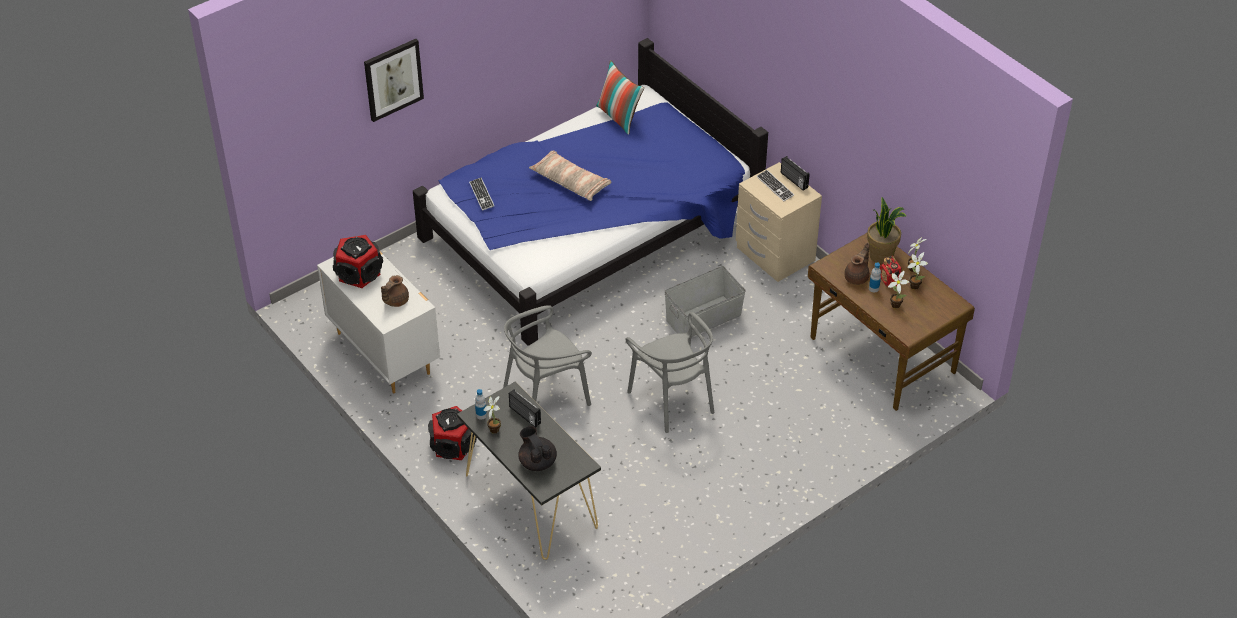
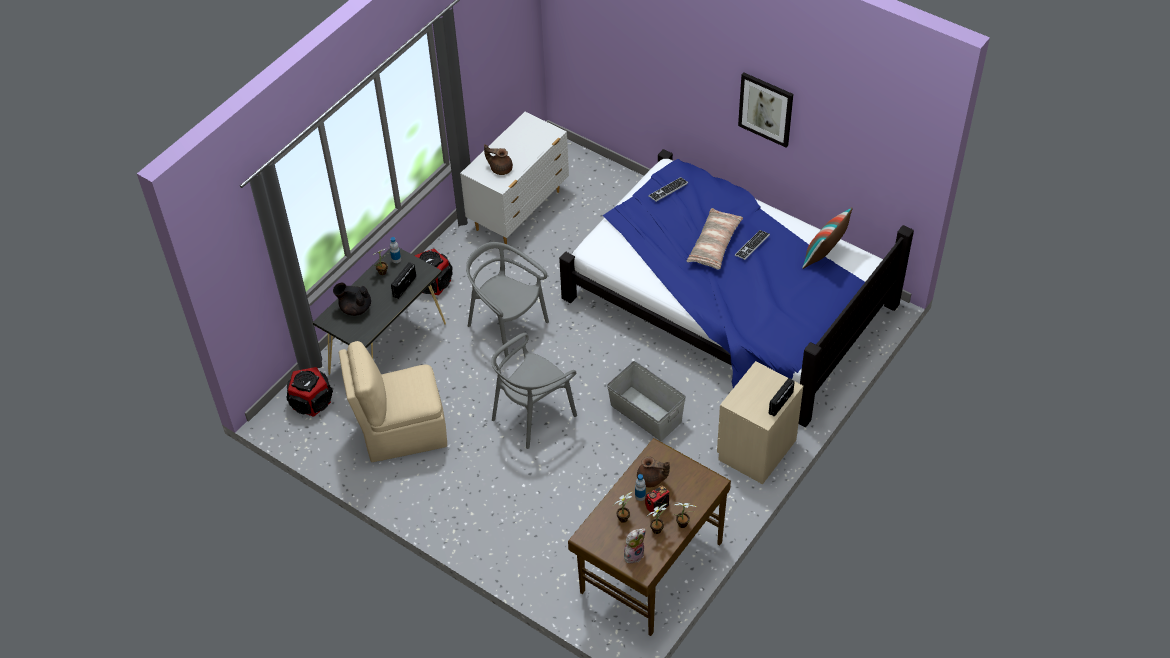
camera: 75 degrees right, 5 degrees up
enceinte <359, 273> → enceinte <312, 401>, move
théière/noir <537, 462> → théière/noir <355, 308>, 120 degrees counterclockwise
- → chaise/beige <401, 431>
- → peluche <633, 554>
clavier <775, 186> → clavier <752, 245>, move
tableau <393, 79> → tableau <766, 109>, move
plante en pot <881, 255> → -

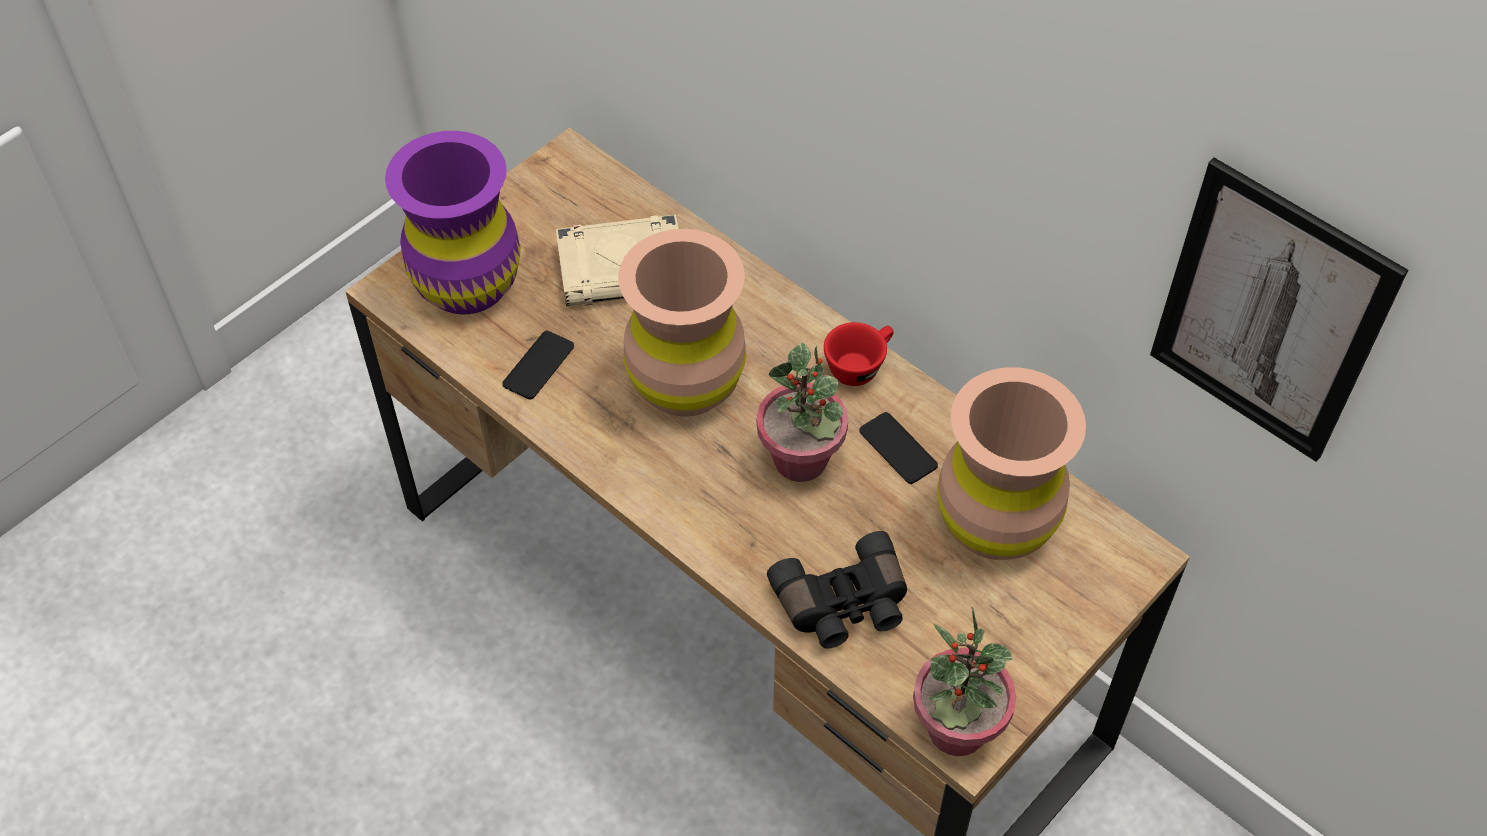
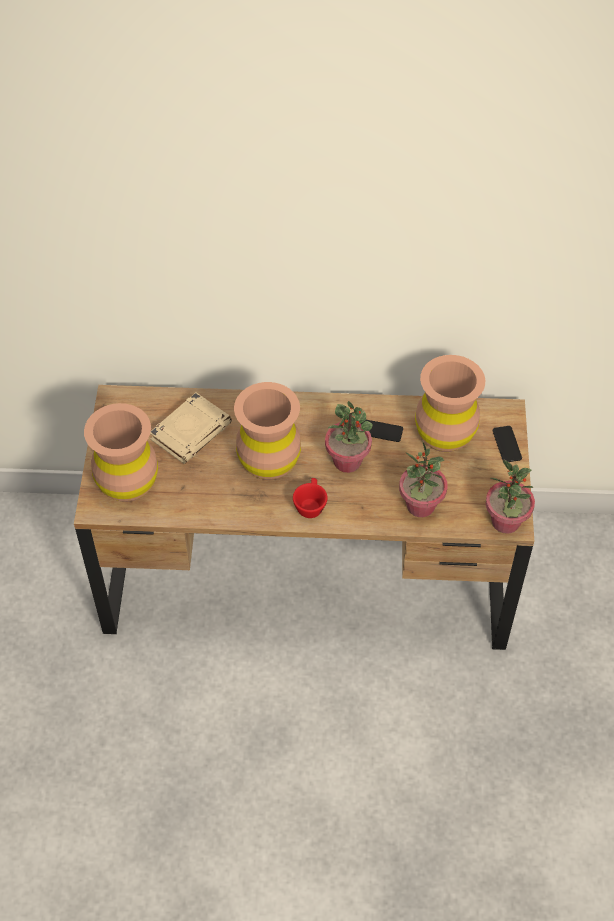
camera: 40 degrees left, 0 degrees up
vase/violet <467, 283> → vase/marron <127, 483>
tasse/rouge <859, 365> → tasse/rouge <310, 505>, move
jumelles/noir <843, 605> → plante en pot <420, 506>
téléphone <538, 365> → téléphone <507, 444>, move
tableau <1269, 313> → -

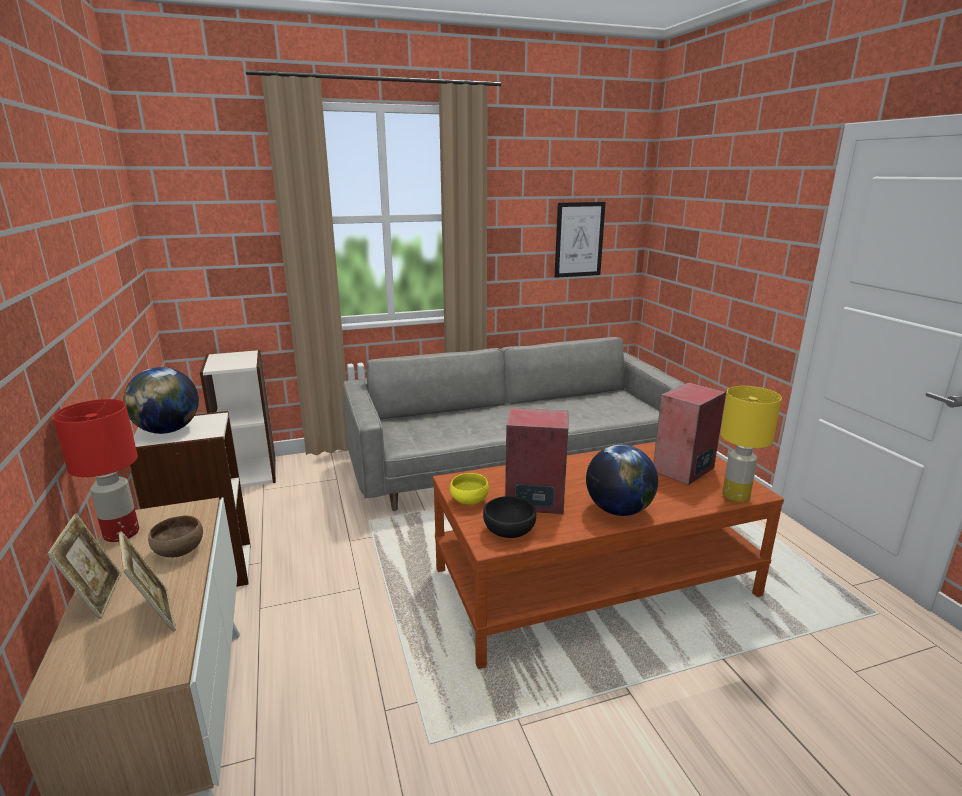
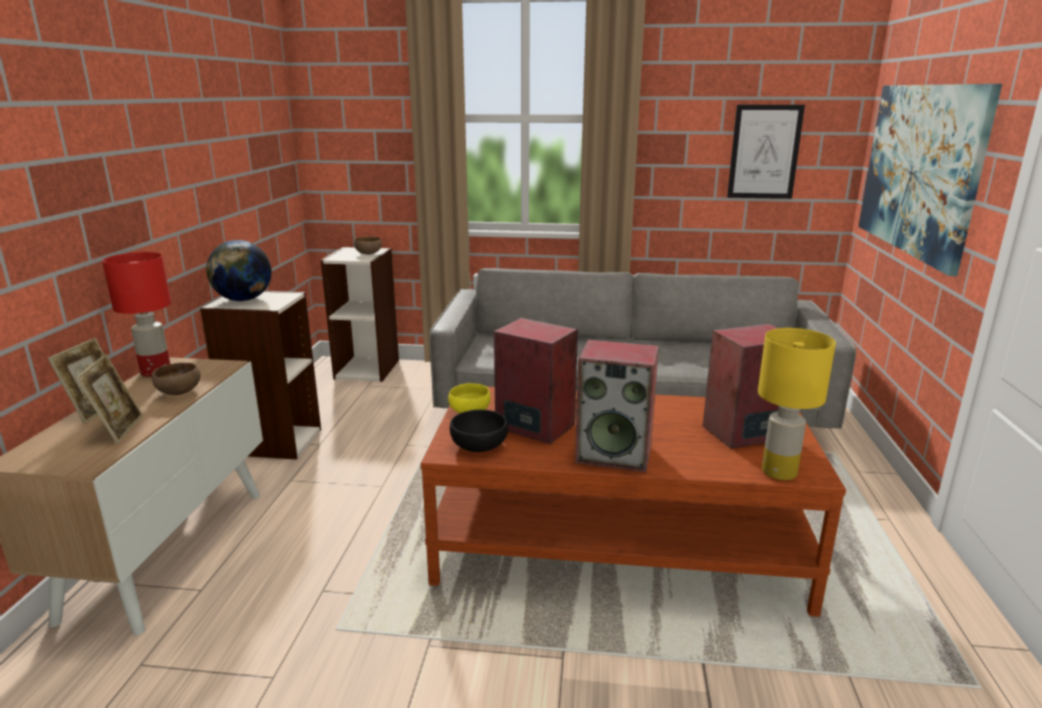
camera: 25 degrees right, 0 degrees up
- → bol/marron <369, 253>
globe <618, 510> → enceinte <615, 454>
- → tableau <919, 169>

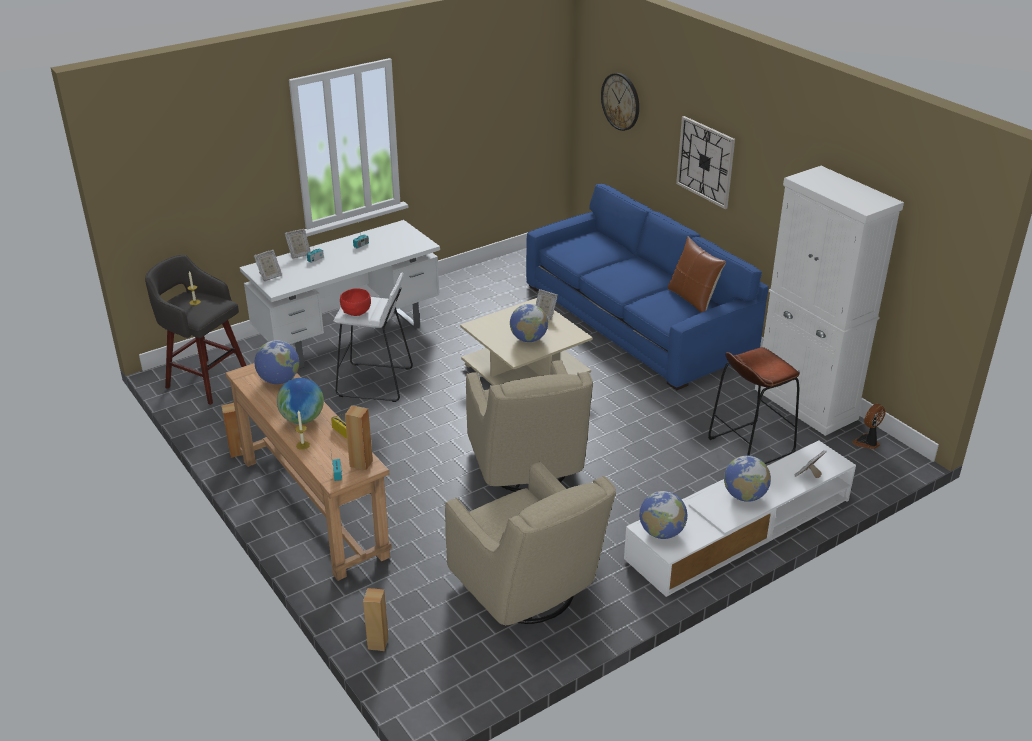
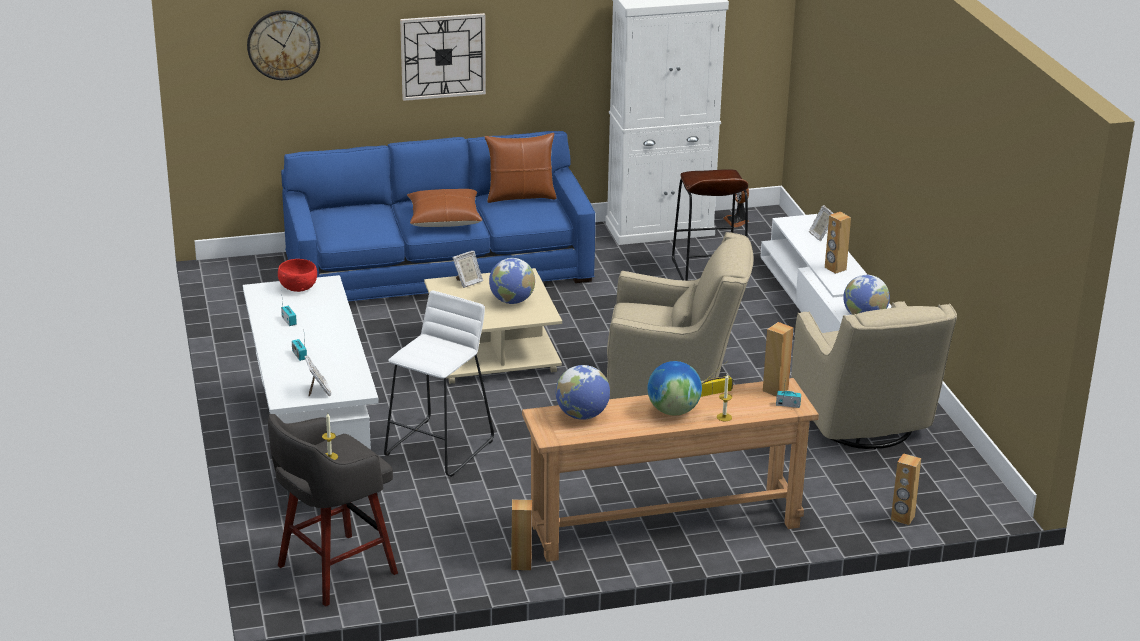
camera: 70 degrees left, 5 degrees down
bol/rouge <356, 311> → bol/rouge <297, 287>, move
- → coussin/marron <444, 218>
fauteuil/beige <529, 592> → fauteuil/beige <865, 426>, 90 degrees clockwise
globe <744, 496> → enceinte/marron <835, 268>
cadre photo <299, 254> → -

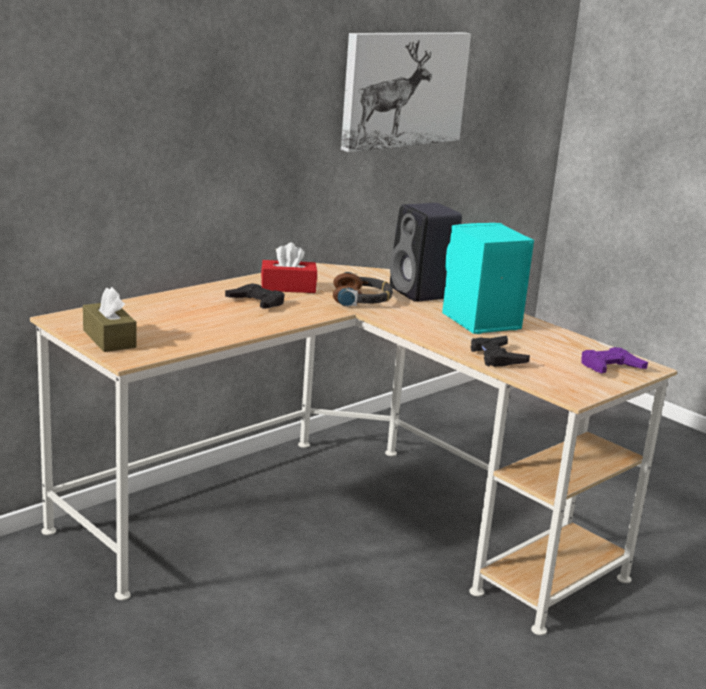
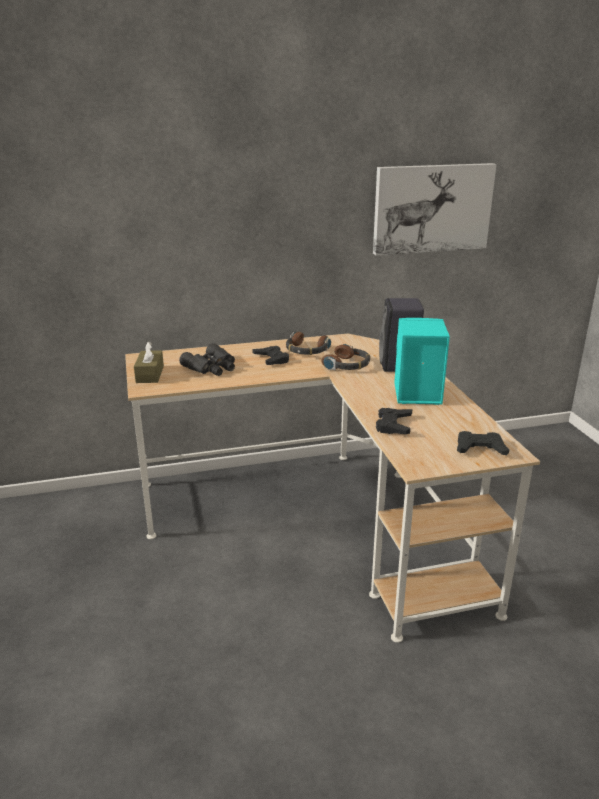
camera: 30 degrees right, 5 degrees up
- → jumelles/noir <212, 367>
boîte à mouchoirs/rouge <288, 287> → casque audio <306, 350>
manette/violet <610, 367> → manette/noir <480, 448>

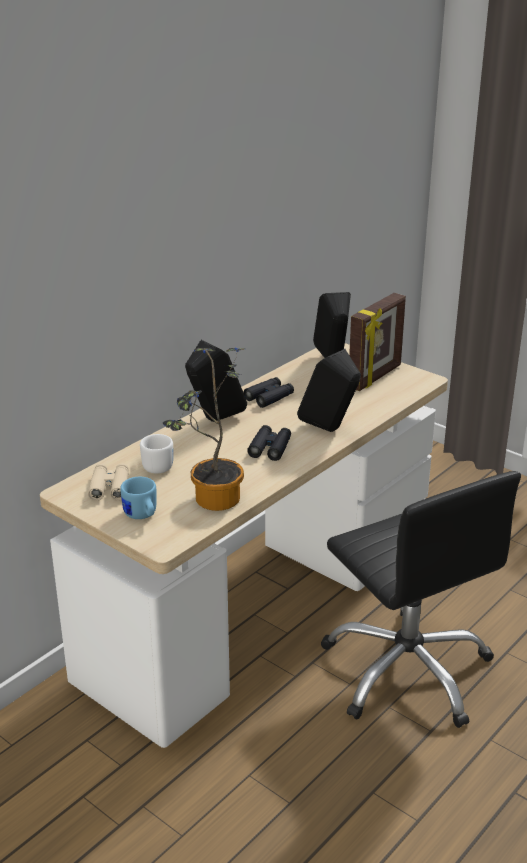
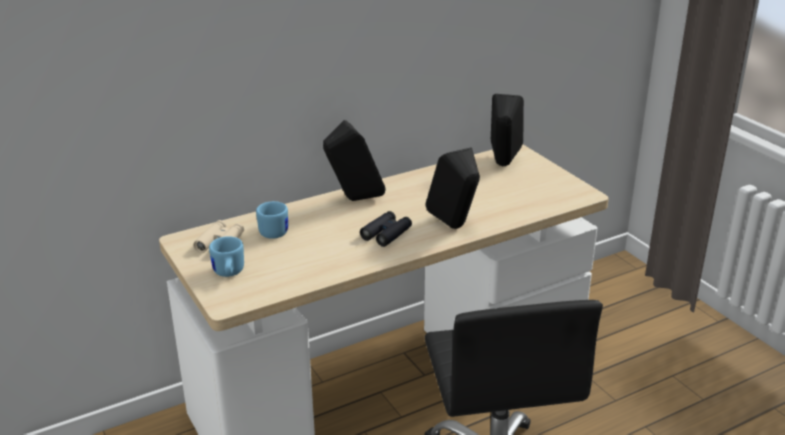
camera: 20 degrees right, 0 degrees up
mug/blanc <156, 465> → mug/bleu <274, 231>
plante en pot <211, 501> → -
jumelles/noir <269, 397> → -
cadre photo <376, 377> → -

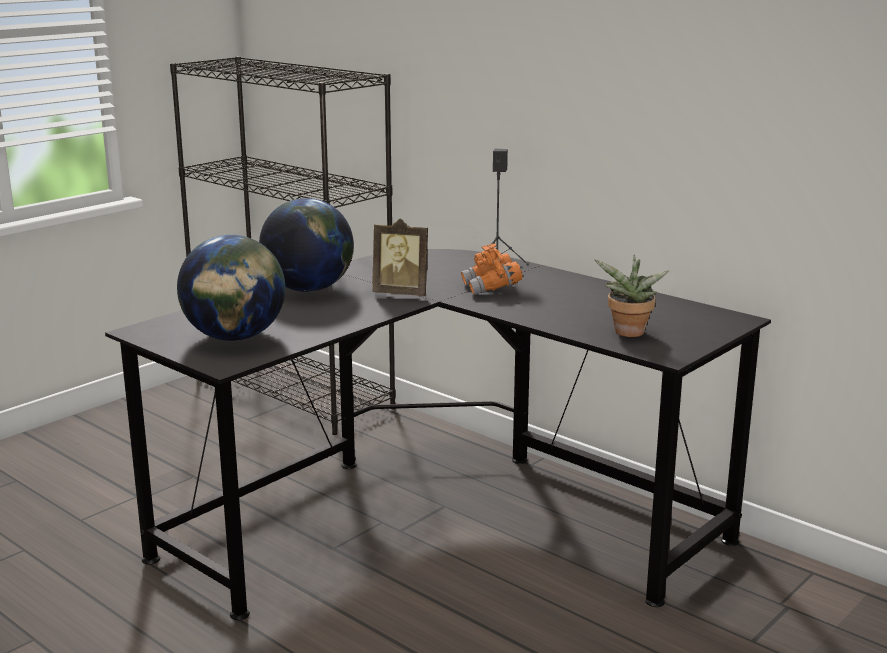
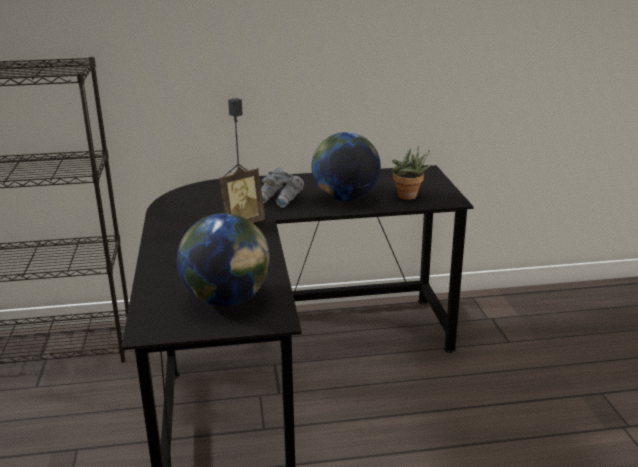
camera: 50 degrees left, 5 degrees up
jumelles/orange <491, 288> → jumelles/gris <280, 200>
globe <308, 289> → globe <345, 198>, move

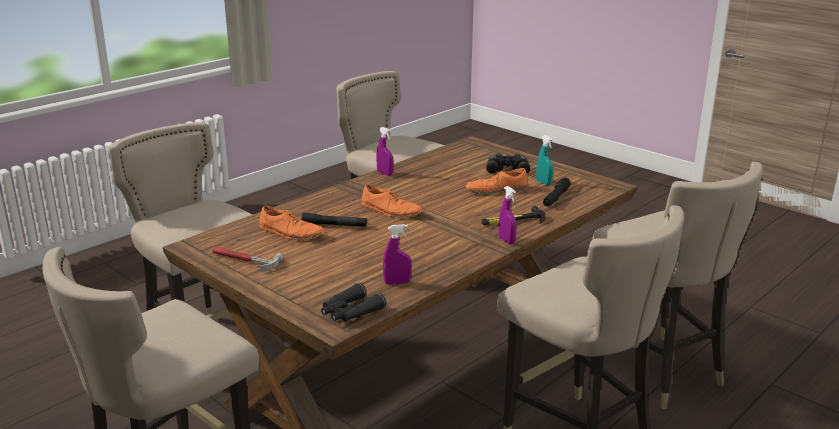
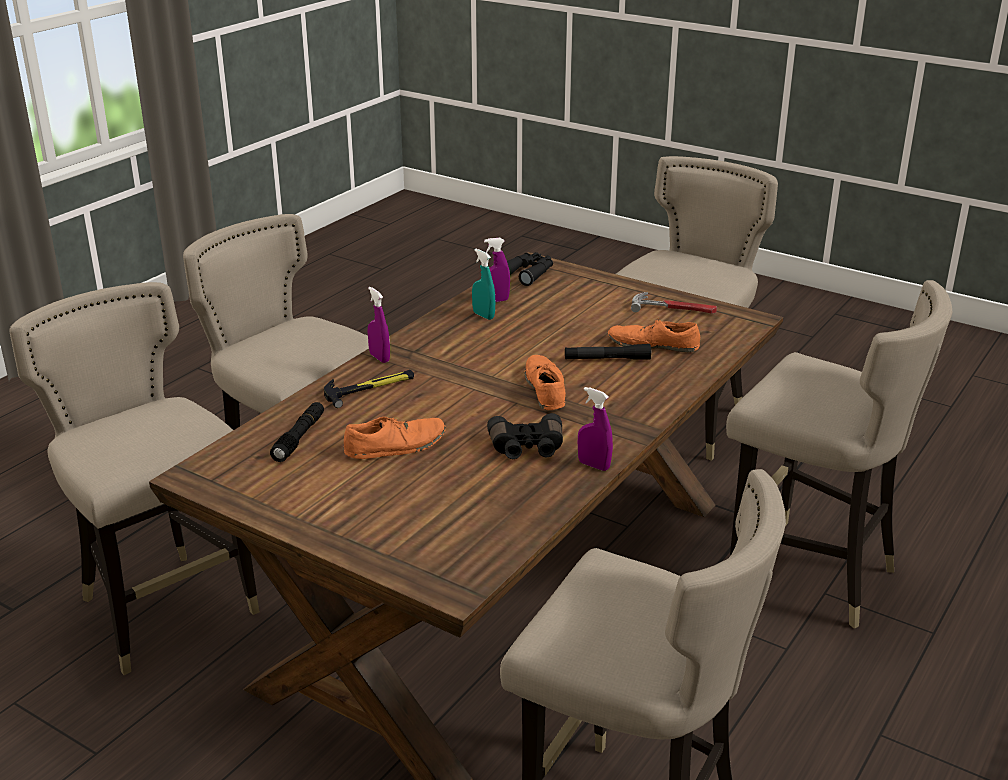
camera: 170 degrees right, 5 degrees up
vaporisateur/turquoise <543, 183> → vaporisateur/turquoise <483, 315>, move
jumelles/noir <507, 170> → jumelles/noir <526, 448>, move
chaussure/orange <391, 211> → chaussure/orange <545, 389>, 60 degrees clockwise

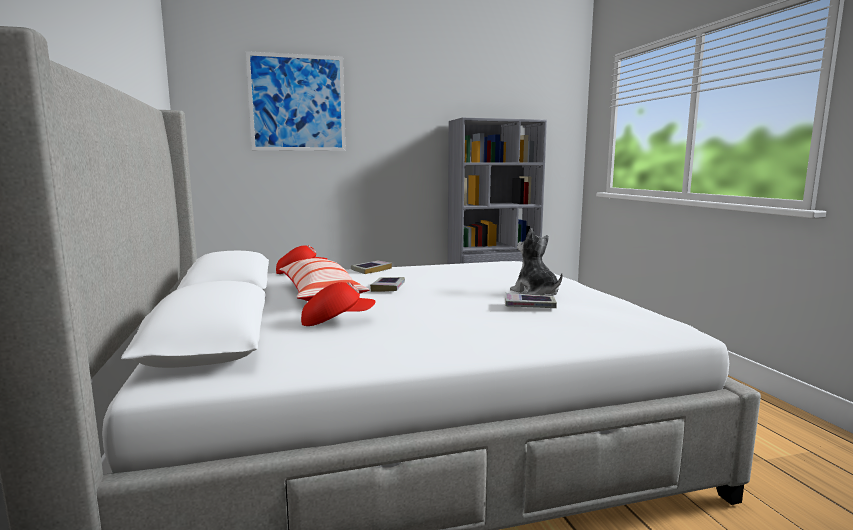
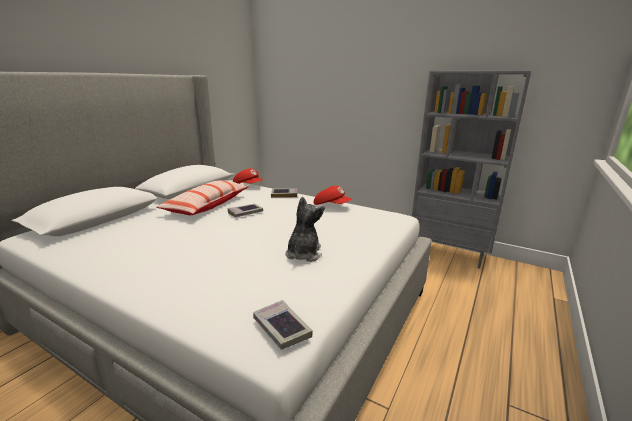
camera: 45 degrees right, 10 degrees up
livre <529, 306> → livre <281, 328>, move
casquette/rouge <337, 321> → casquette/rouge <331, 206>, move
tableau <297, 103> → -

